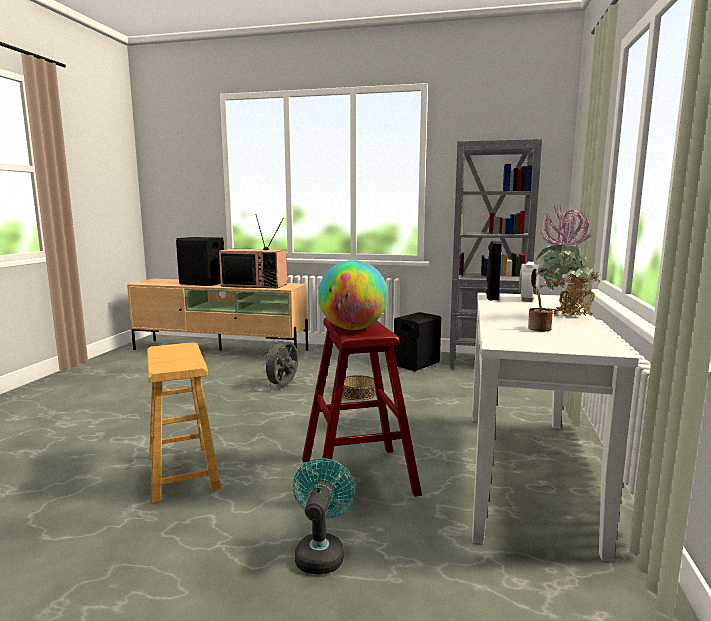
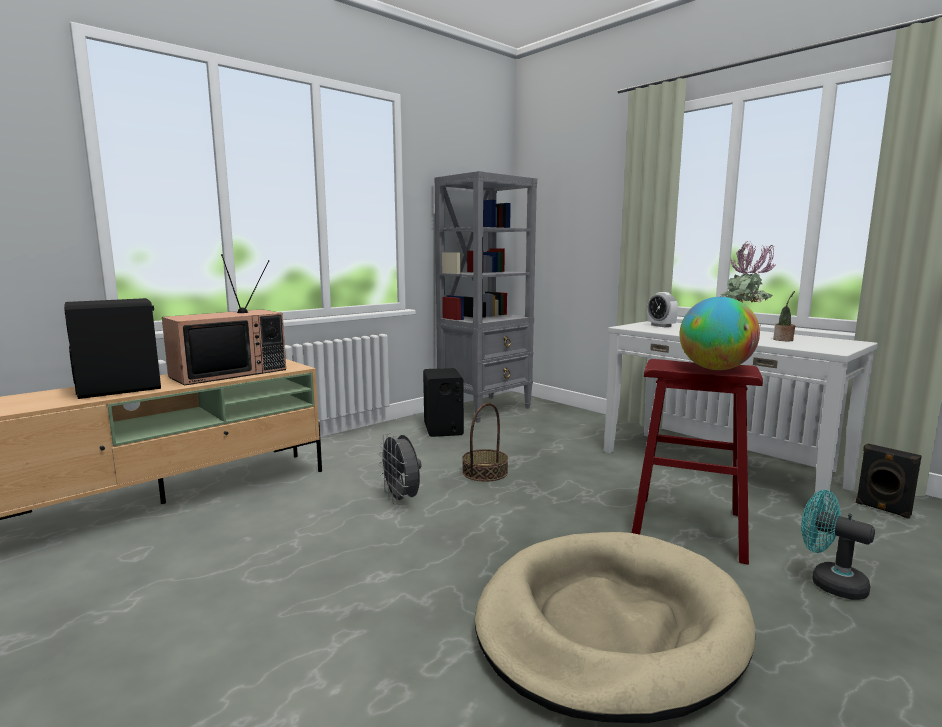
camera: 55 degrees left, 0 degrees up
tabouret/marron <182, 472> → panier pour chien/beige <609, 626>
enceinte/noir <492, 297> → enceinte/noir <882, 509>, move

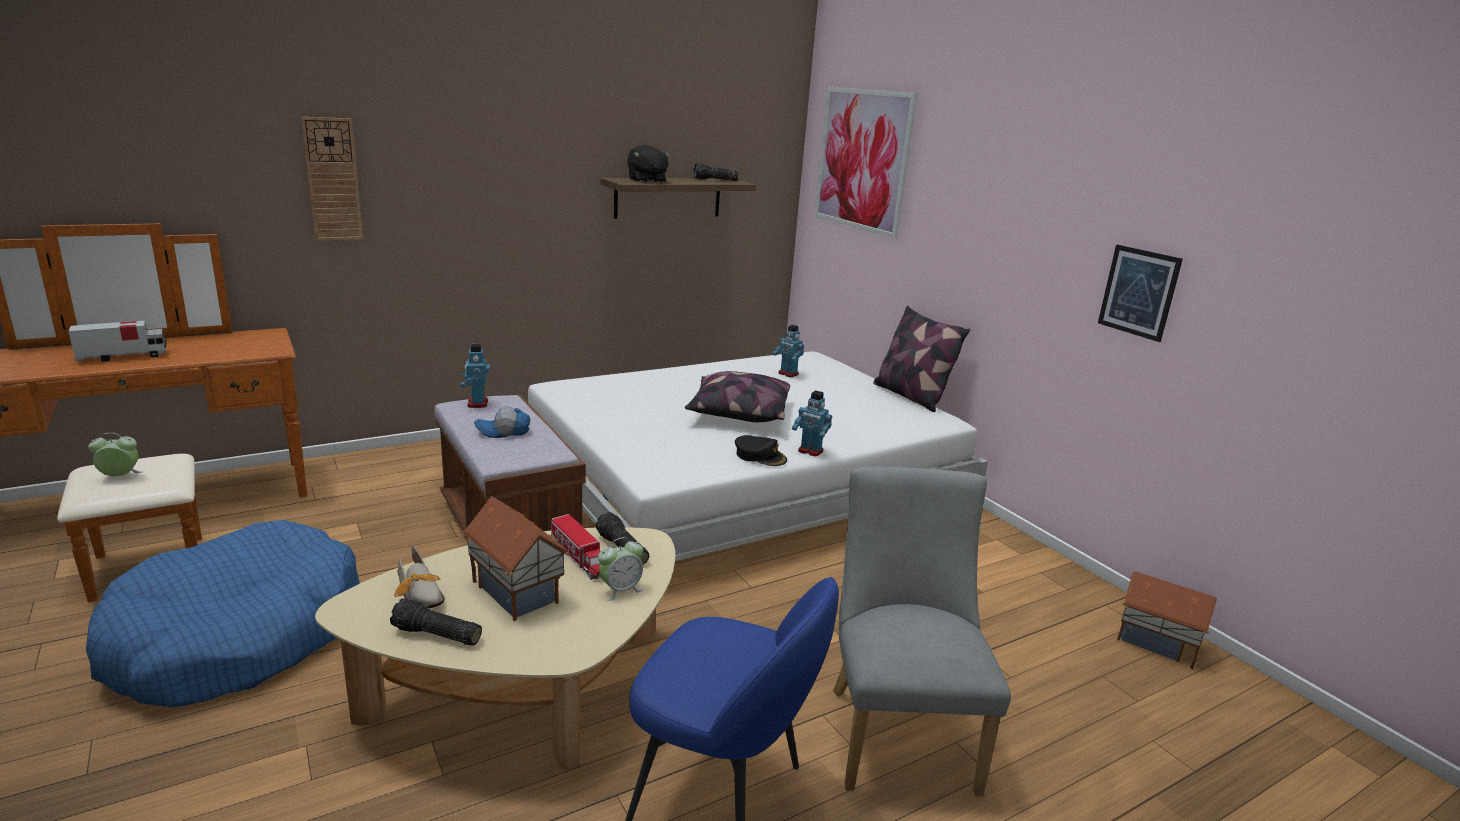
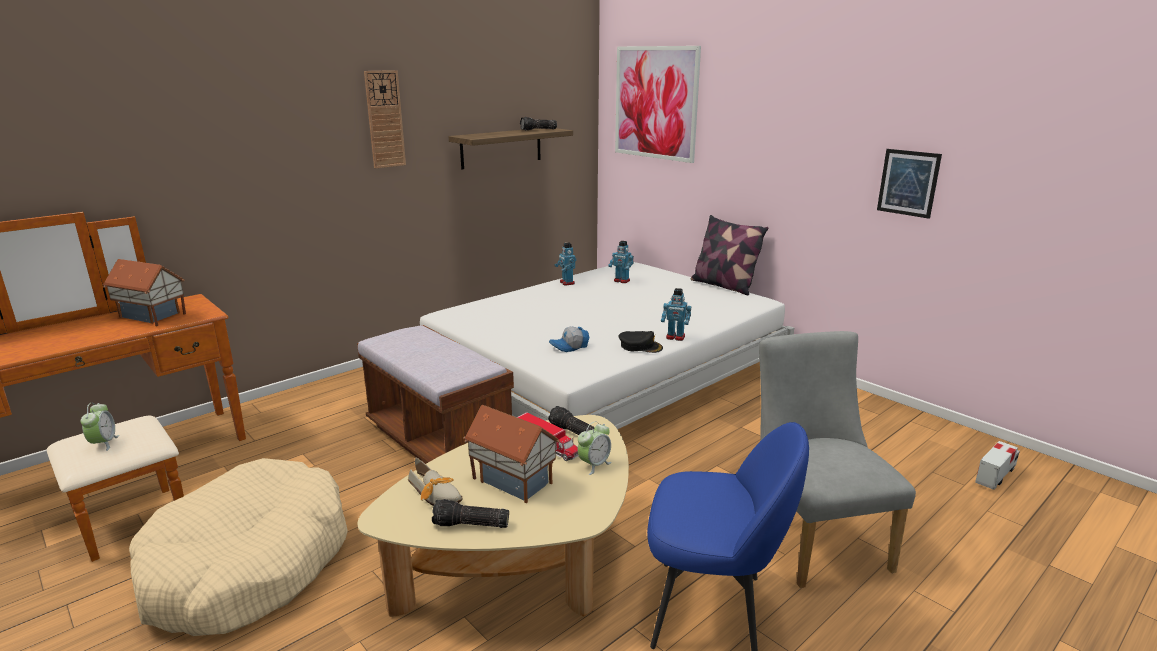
camera: 10 degrees left, 0 degrees up
réveil <120, 477> → réveil <104, 443>, 105 degrees clockwise
maison miniature <1156, 644> → maison miniature <151, 316>, move
panier pour chien/bleu <237, 636> → panier pour chien/beige <248, 565>
horloge murale <332, 180> → horloge murale <385, 119>, move
casquette <503, 432> → casquette <570, 347>, move
robot jouet <477, 403> → robot jouet <566, 283>, move
camion jouet <123, 357> → camion jouet <995, 475>, move
peluche/noir <646, 180> → -
coussin <738, 414> → -

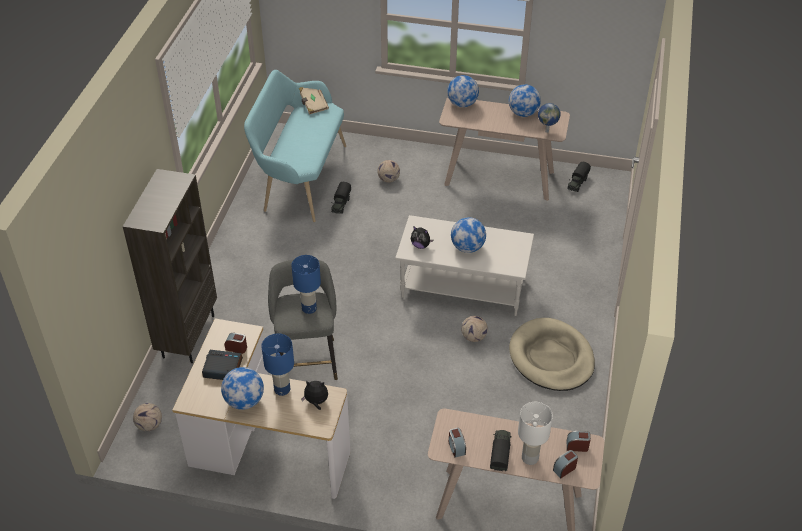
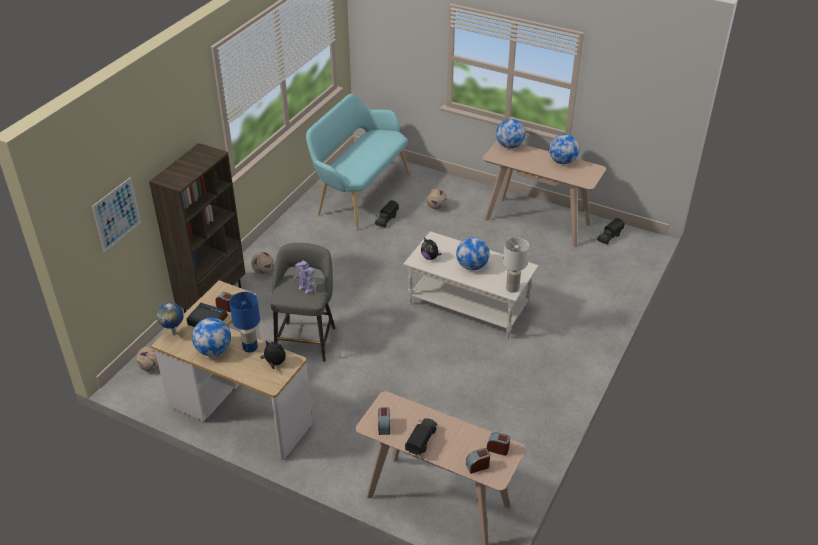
camera: 15 degrees right, 5 degrees down
- → tableau <117, 214>
globe <547, 131> → globe <174, 333>, move
ballon de foot <474, 337> → ballon de foot <263, 271>, move
lampe de table/bleu <309, 308> → robot jouet <306, 289>
lampe de table/blanc <530, 458> → lampe de table/blanc <512, 288>, move
livre/beige <313, 104> → -
panier pour chien/beige <551, 358> → -

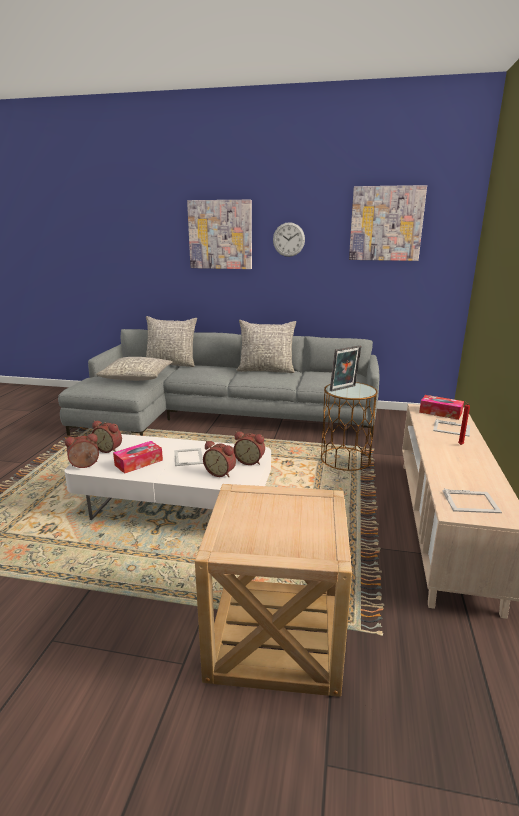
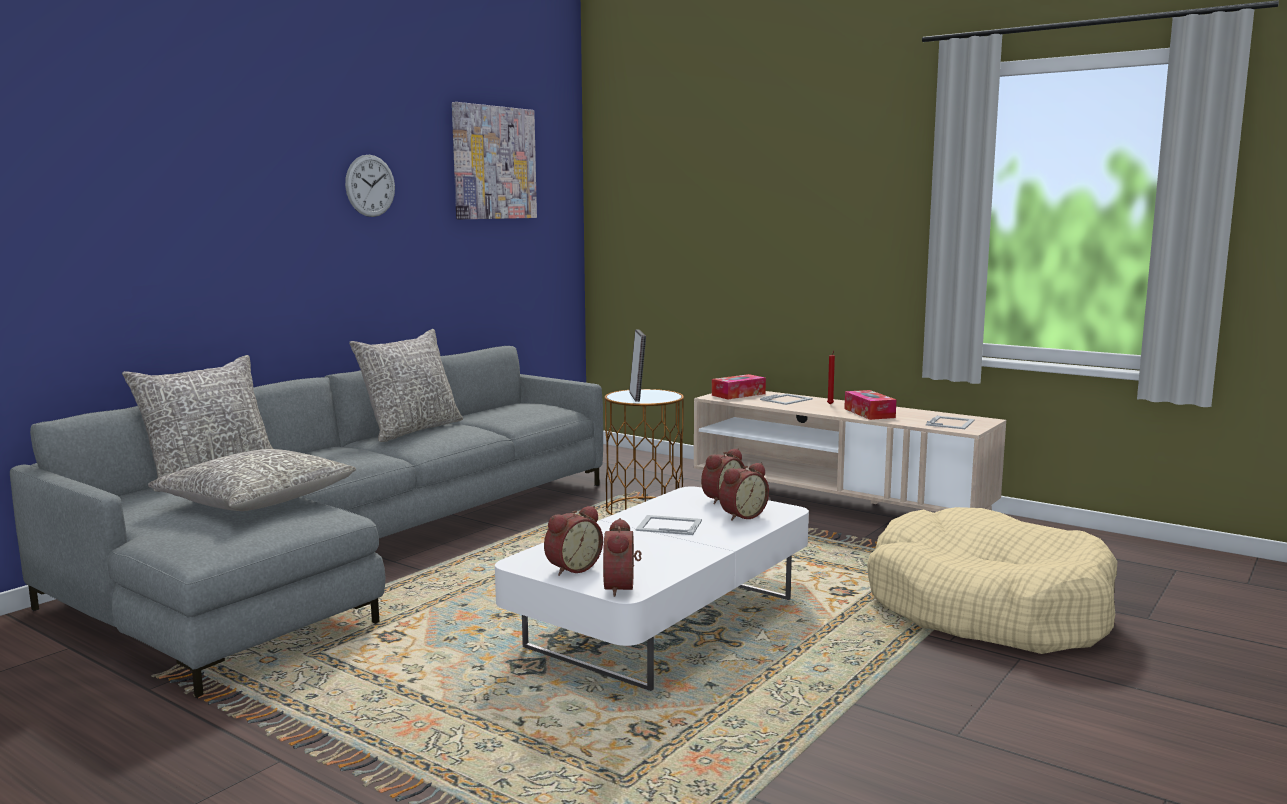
camera: 65 degrees left, 10 degrees down
boîte à mouchoirs <139, 462> → boîte à mouchoirs <869, 413>, move
table d'appoint/beige <275, 635> → panier pour chien/beige <987, 608>
tableau <220, 235> → -

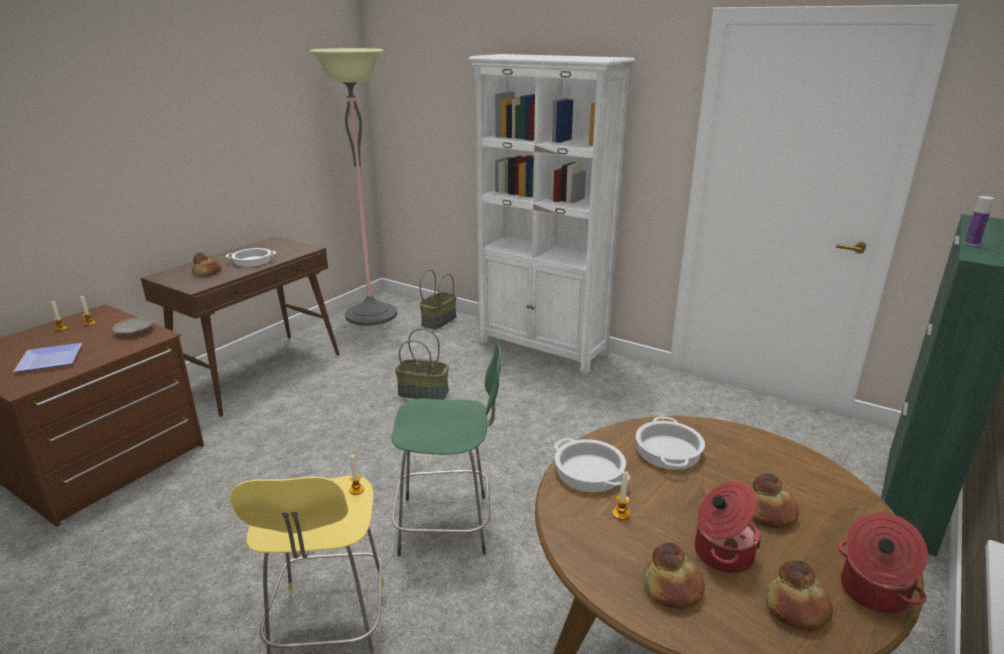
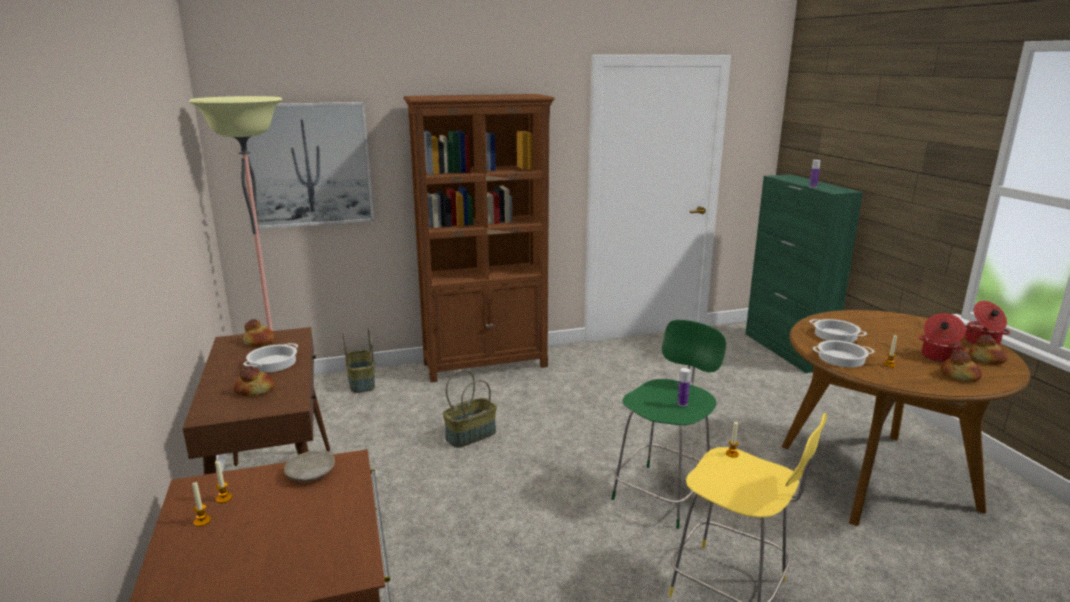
camera: 50 degrees left, 5 degrees down
- → tableau <307, 165>
pain <770, 513> → pain <260, 341>, move
bibliothèque/blanc <542, 348> → bibliothèque/marron <486, 365>
- → bouteille <682, 403>
assiette <48, 359> → -

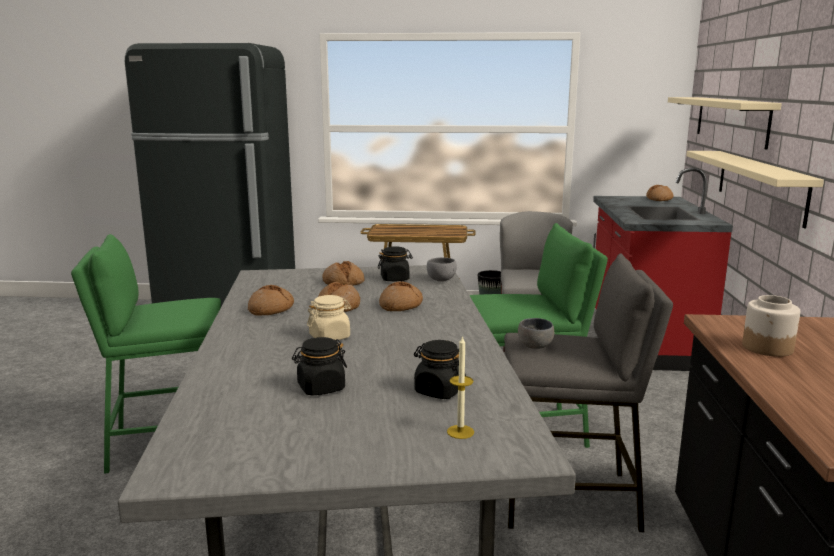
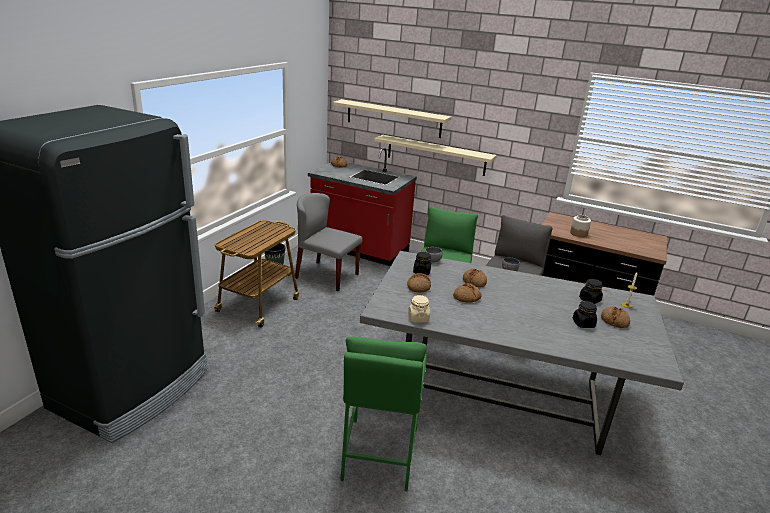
camera: 70 degrees left, 10 degrees up
bocal/beige <330, 337> → bocal/beige <418, 318>, move
pain <271, 309> → pain <614, 321>, move

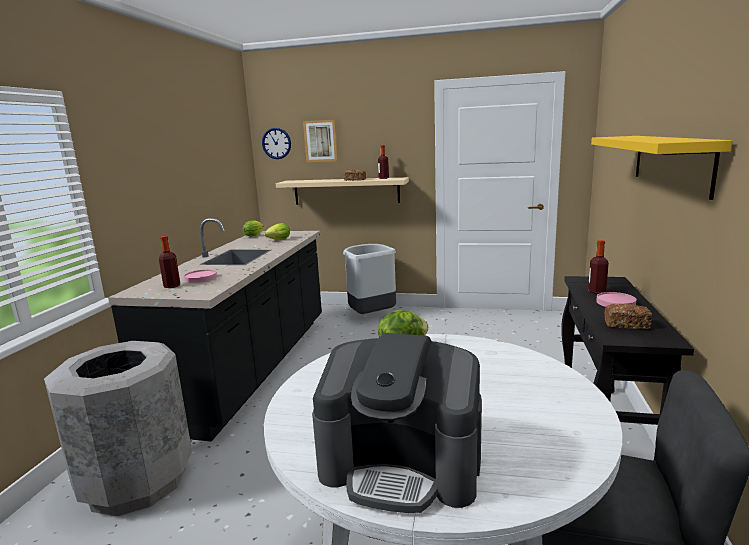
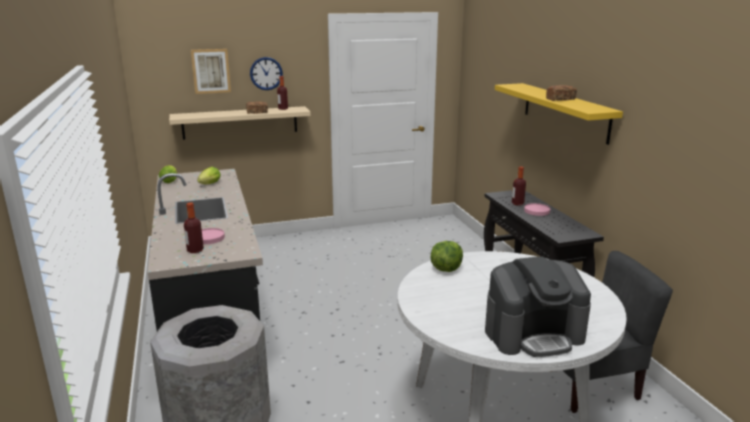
camera: 30 degrees left, 5 degrees up
horloge murale <276, 143> → horloge murale <266, 73>, move
pain <626, 325> → pain <560, 99>, move
poubelle/gris <371, 316> → -

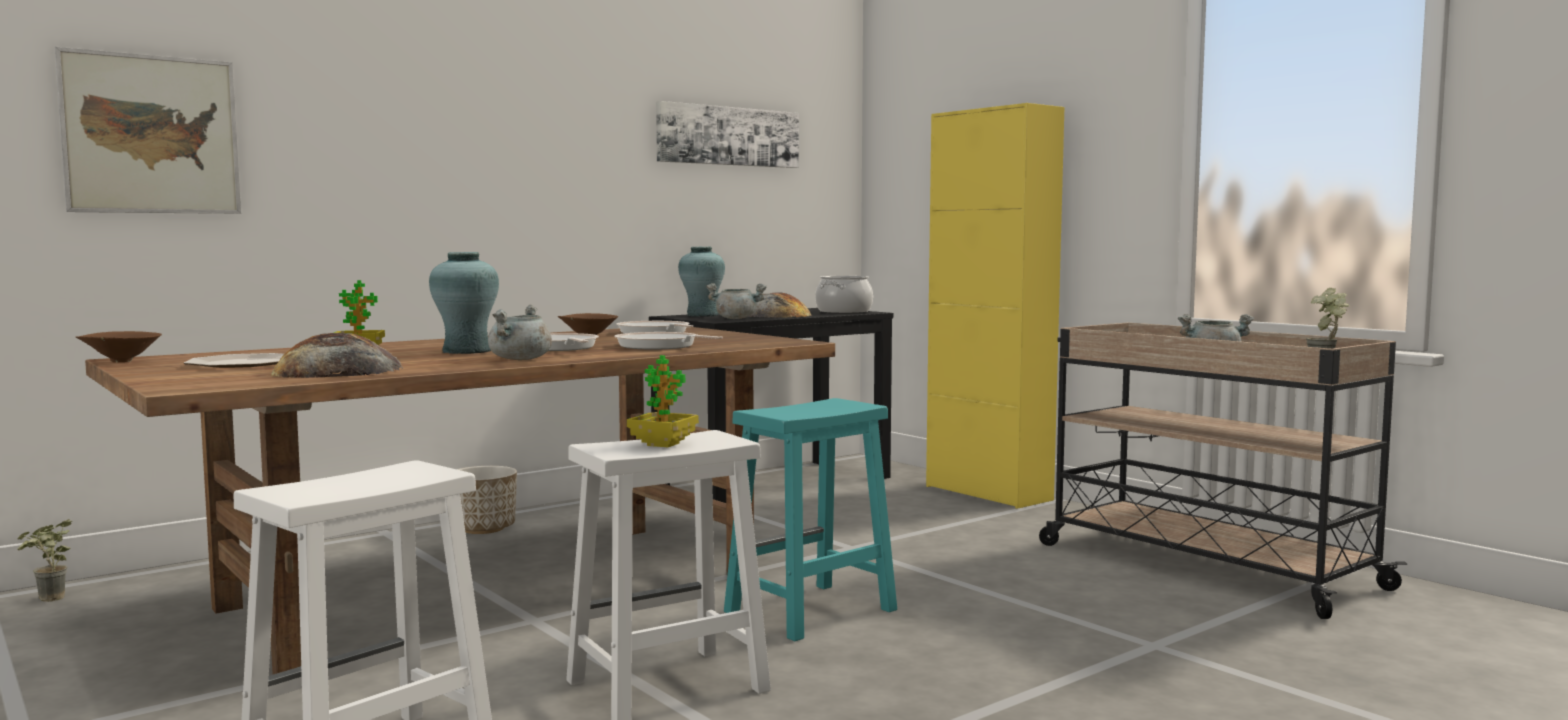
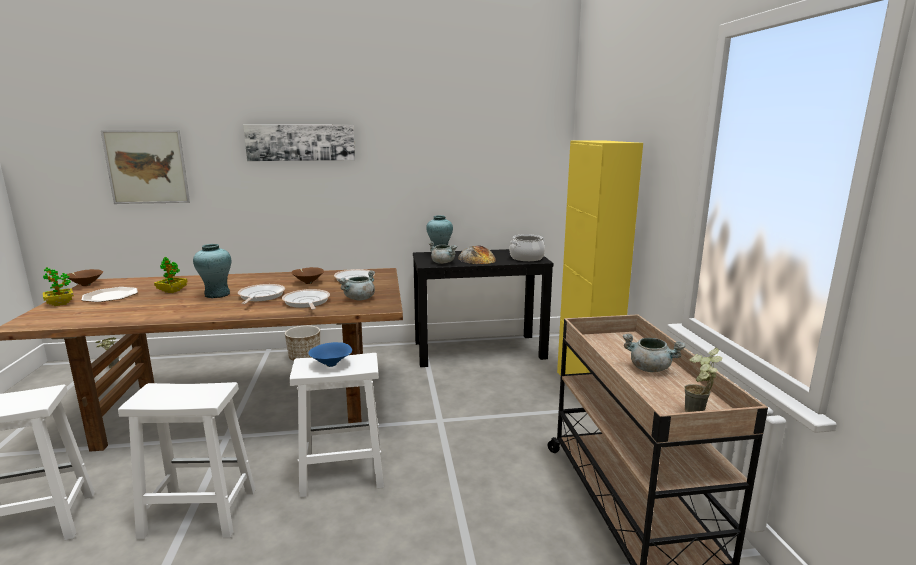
camera: 30 degrees right, 10 degrees up
plante en pot <663, 444> → plante en pot <60, 304>, move
tableau <728, 136> → tableau <300, 142>, move
tabouret/turquoise <809, 612> → tabouret/blanc <341, 473>
- → bol/bleu <332, 365>
marmite/gris <520, 359> → marmite/gris <359, 299>, move
pain <337, 370> → -

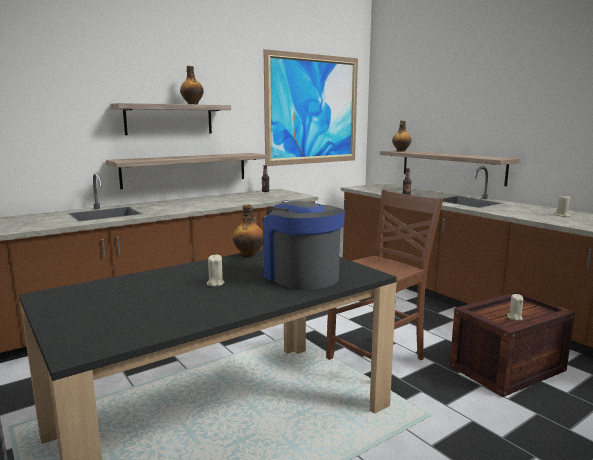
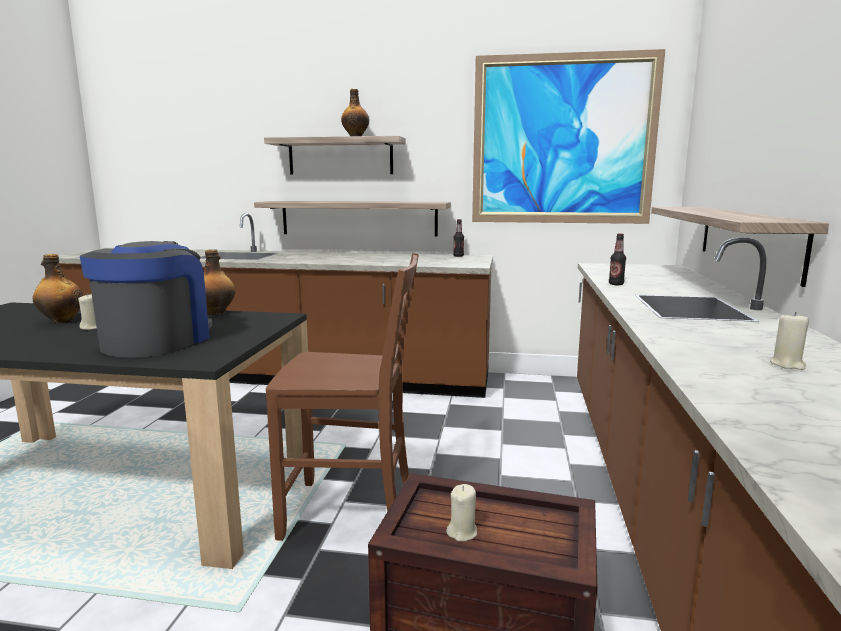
camera: 45 degrees right, 0 degrees up
bouteille <401, 151> → bouteille <62, 321>, move

